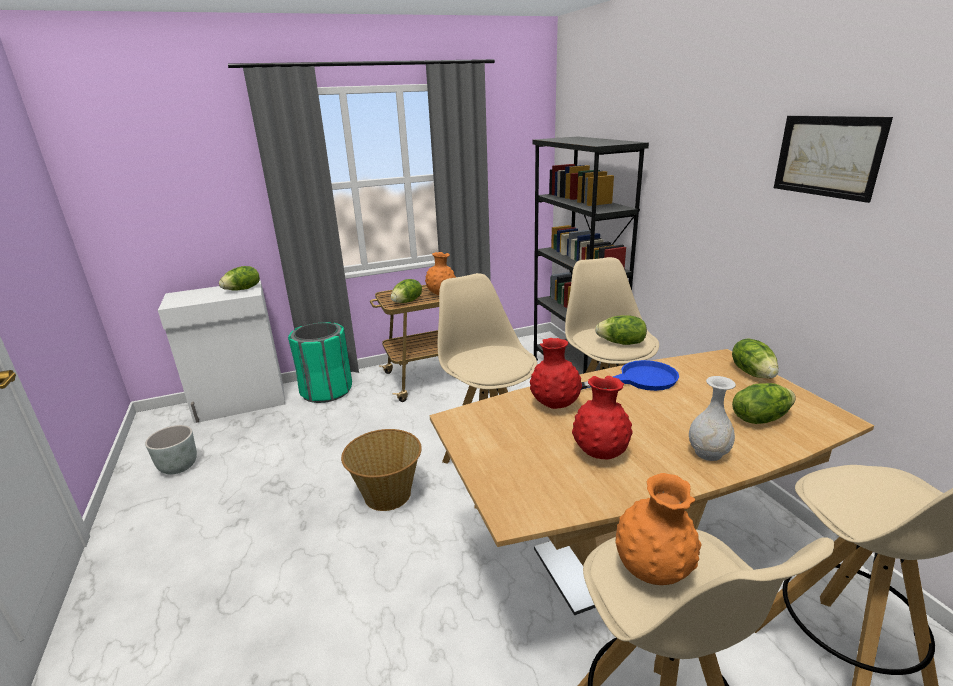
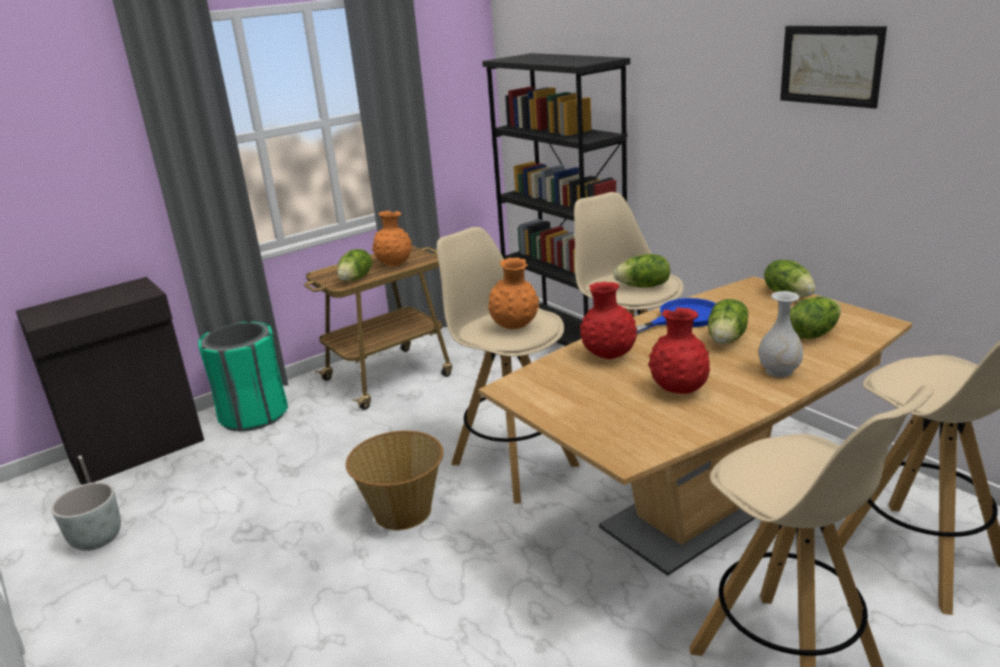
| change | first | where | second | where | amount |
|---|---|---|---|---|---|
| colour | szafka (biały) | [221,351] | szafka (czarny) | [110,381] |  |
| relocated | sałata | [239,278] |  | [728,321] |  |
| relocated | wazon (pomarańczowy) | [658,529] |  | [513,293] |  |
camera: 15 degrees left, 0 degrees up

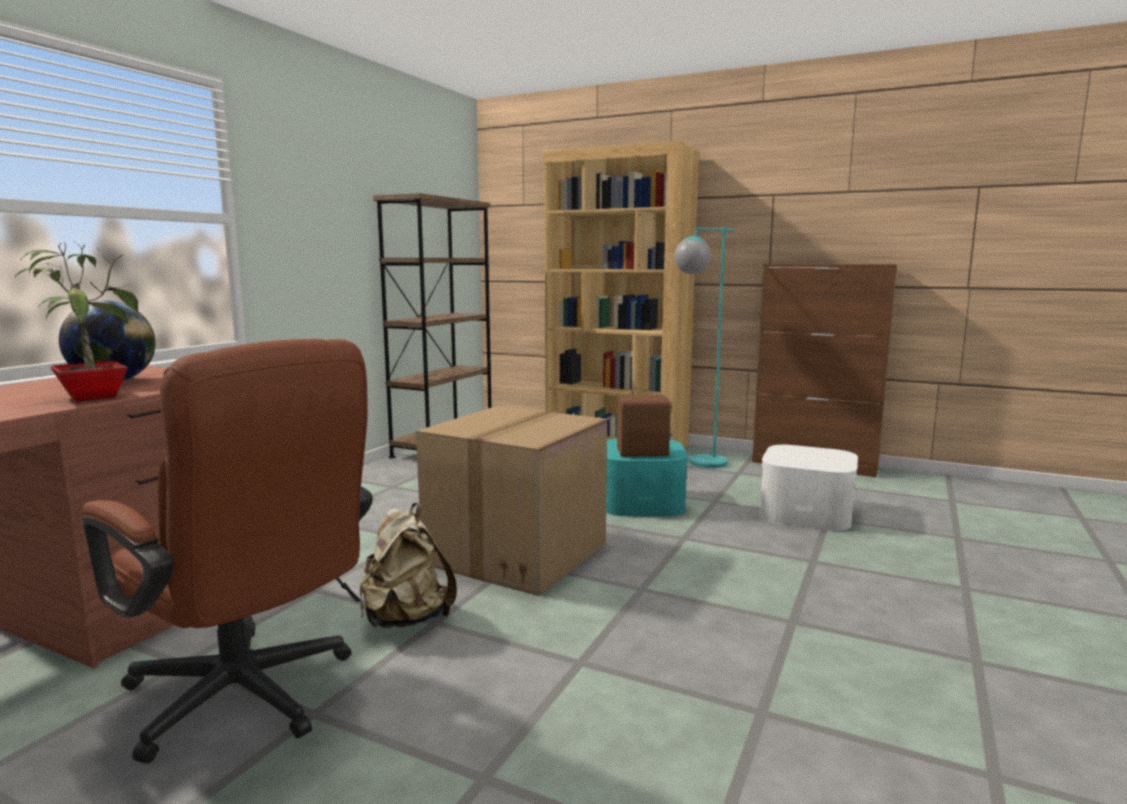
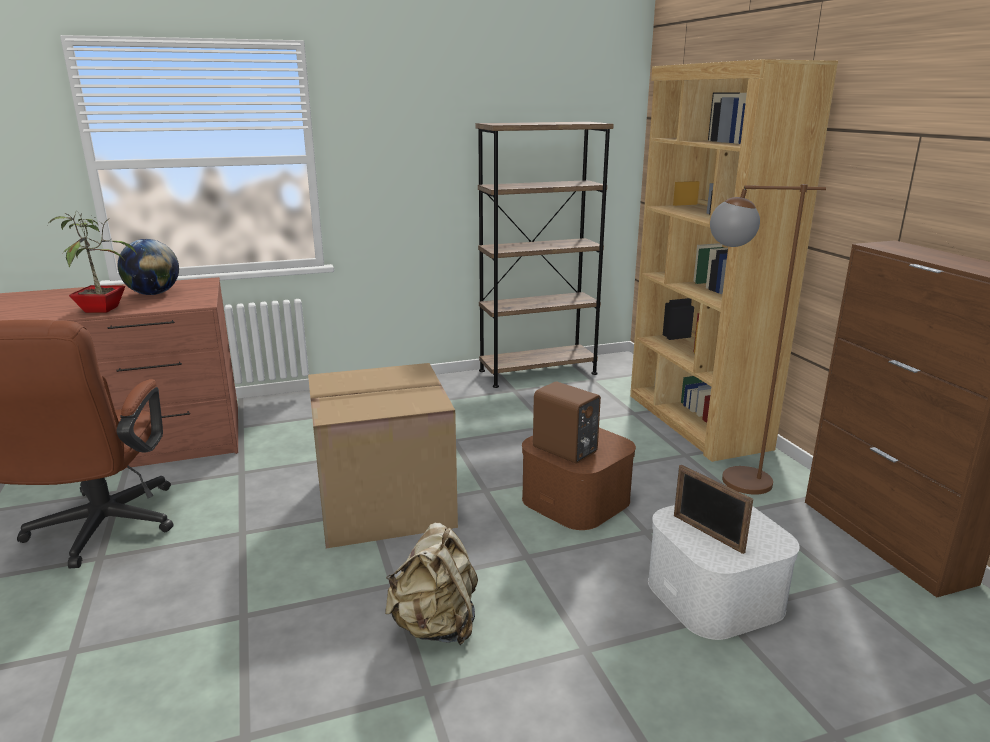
| change | first | where | second | where | amount |
|---|---|---|---|---|---|
| relocated | plecak (beżowy) | [408,565] |  | [431,584] |  |
| colour | pojemnik do przechowywania (turkusowy) | [647,477] | pojemnik do przechowywania (brązowy) | [579,479] |  |
| colour | lampa stojąca (turkusowy) | [704,347] | lampa stojąca (brązowy) | [768,339] |  |
| appeared |  |  | ramka na zdjęcie | [713,509] |  |
camera: 45 degrees right, 10 degrees up

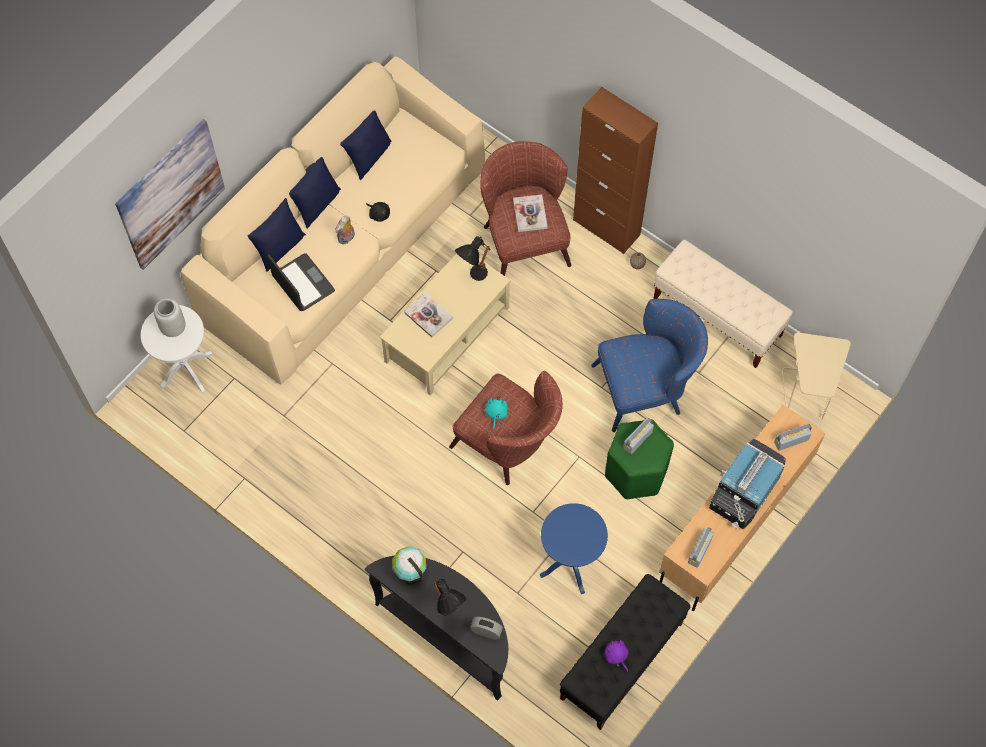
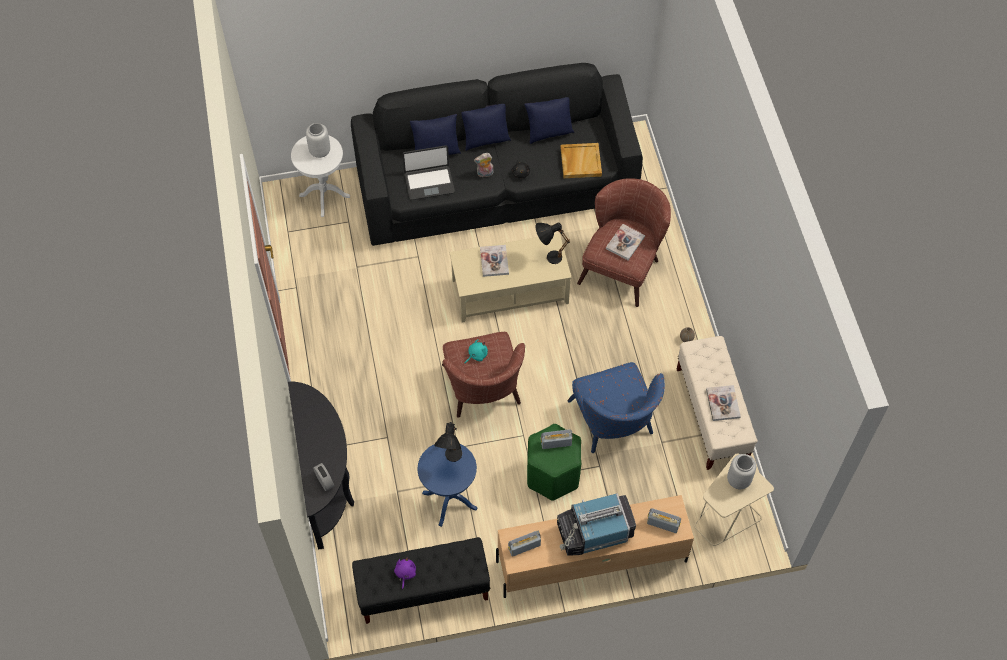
| change | first | where | second | where | amount |
|---|---|---|---|---|---|
| missing | obraz | [170,194] |  |  |  |
| colour | kanapa (beżowy) | [333,221] | kanapa (czarny) | [497,154] |  |
| spun | laptop | [301,282] |  | [428,172] | 75 degrees clockwise |
| missing | globus | [409,565] |  |  |  |
| relocated | lampa stołowa (czarny) | [450,597] |  | [448,442] |  |
| missing | szafka (brązowy) | [615,170] |  |  |  |
| spun | fotel (niebieski) | [649,365] |  | [616,407] | 45 degrees clockwise |
| appeared |  |  | taca (beżowy) | [581,160] |  |
| appeared |  |  | książka | [723,403] |  |
| appeared |  |  | wazon (szary) | [741,471] |  |
camera: 40 degrees right, 5 degrees down

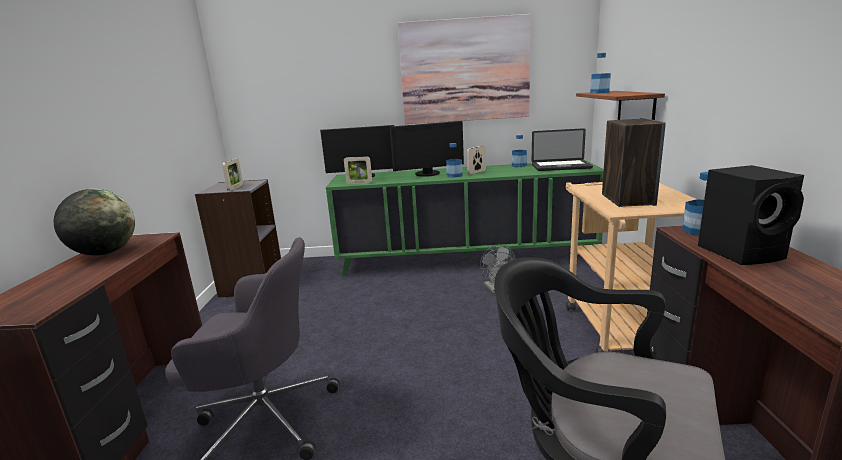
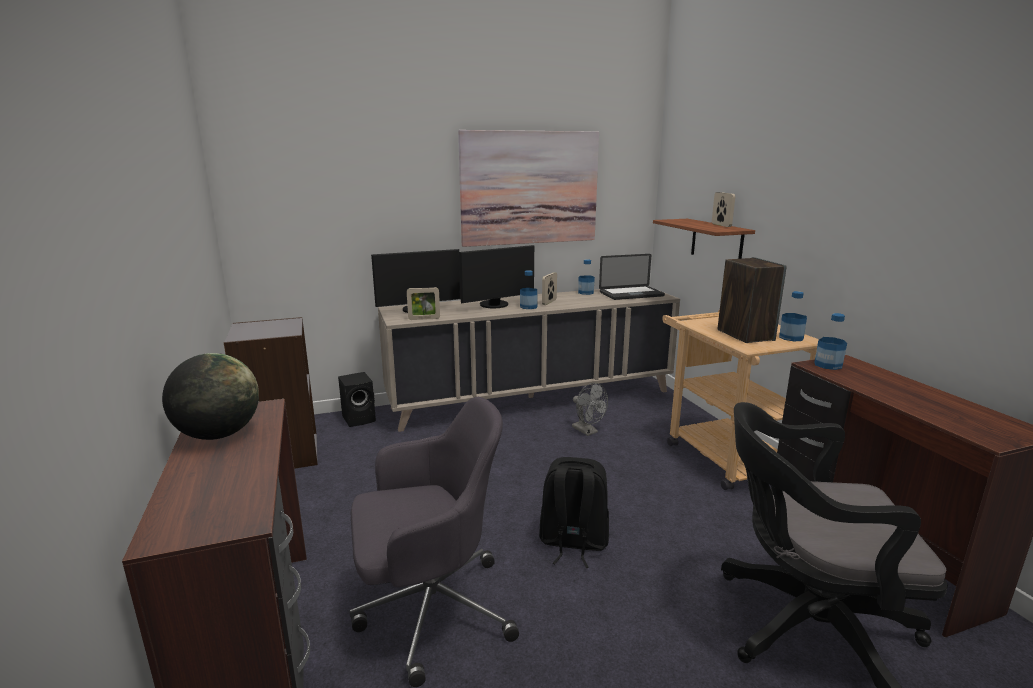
| change | first | where | second | where | amount |
|---|---|---|---|---|---|
| relocated | ramka na zdjęcie | [232,174] |  | [723,209] |  |
| colour | szafka (zielony) | [465,218] | szafka (beżowy) | [529,360] |  |
| relocated | butelka | [600,73] |  | [793,316] |  |
| relocated | głośnik (czarny) | [751,215] |  | [357,399] |  |
| appeared |  |  | plecak (czarny) | [574,512] |  |
camera: 20 degrees left, 0 degrees up

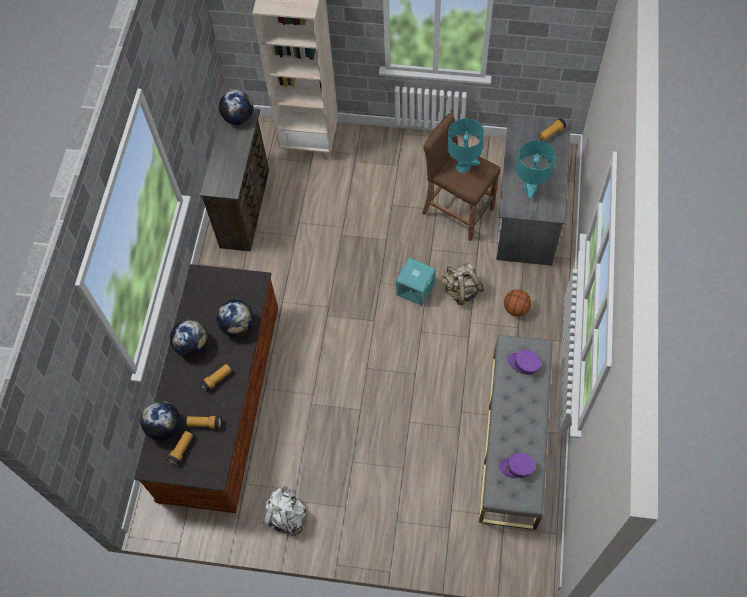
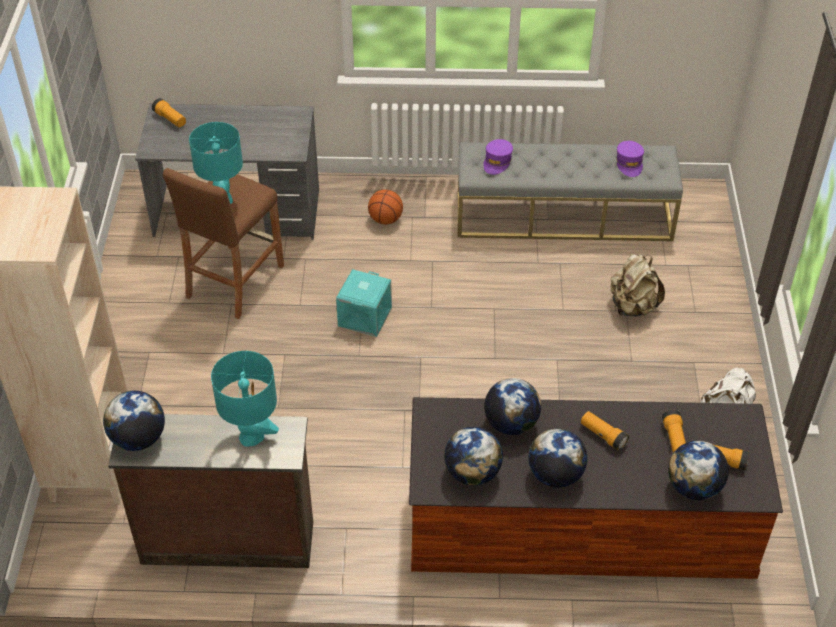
| change | first | where | second | where | amount |
|---|---|---|---|---|---|
| relocated | plecak (beżowy) | [463,284] |  | [638,285] |  |
| relocated | lampa stołowa (turkusowy) | [536,169] |  | [245,399] |  |
| appeared |  |  | globus | [473,455] |  |
camera: 100 degrees left, 15 degrees down

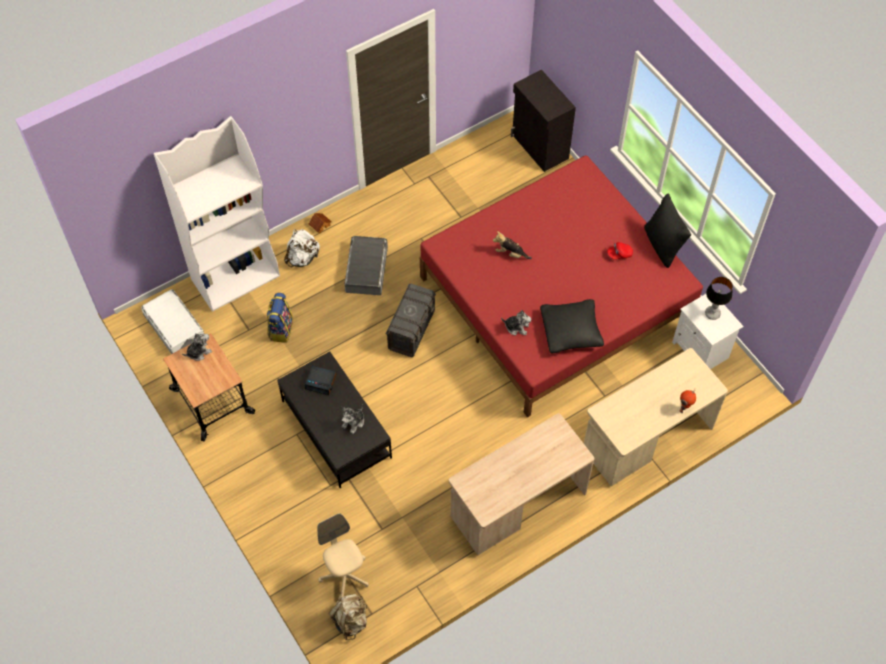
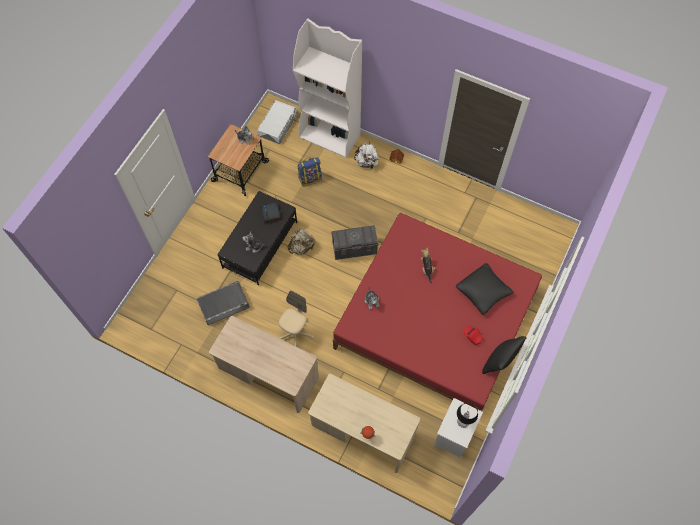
| change | first | where | second | where | amount |
|---|---|---|---|---|---|
| relocated | krzesło biurowe (beżowy) | [343,556] |  | [296,318] |  |
| relocated | plecak (beżowy) | [348,617] |  | [301,241] |  |
| relocated | pojemnik do przechowywania (szary) | [366,265] |  | [223,303] |  |
| missing | szafka (czarny) | [543,120] |  |  |  |
| relocated | poduszka (czarny) | [572,326] |  | [484,289] |  |
camera: 60 degrees right, 5 degrees up

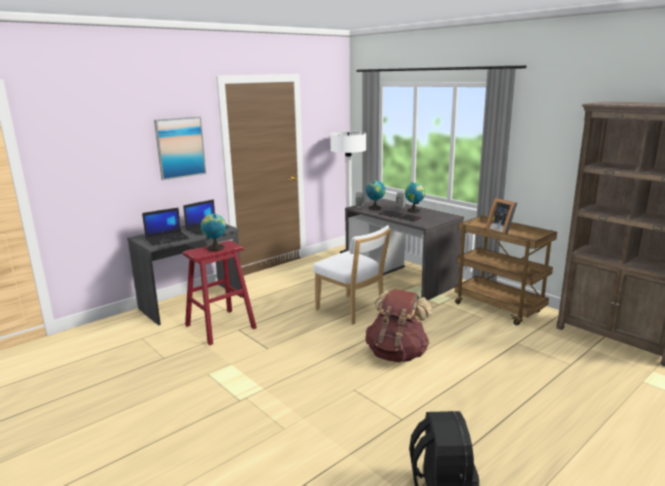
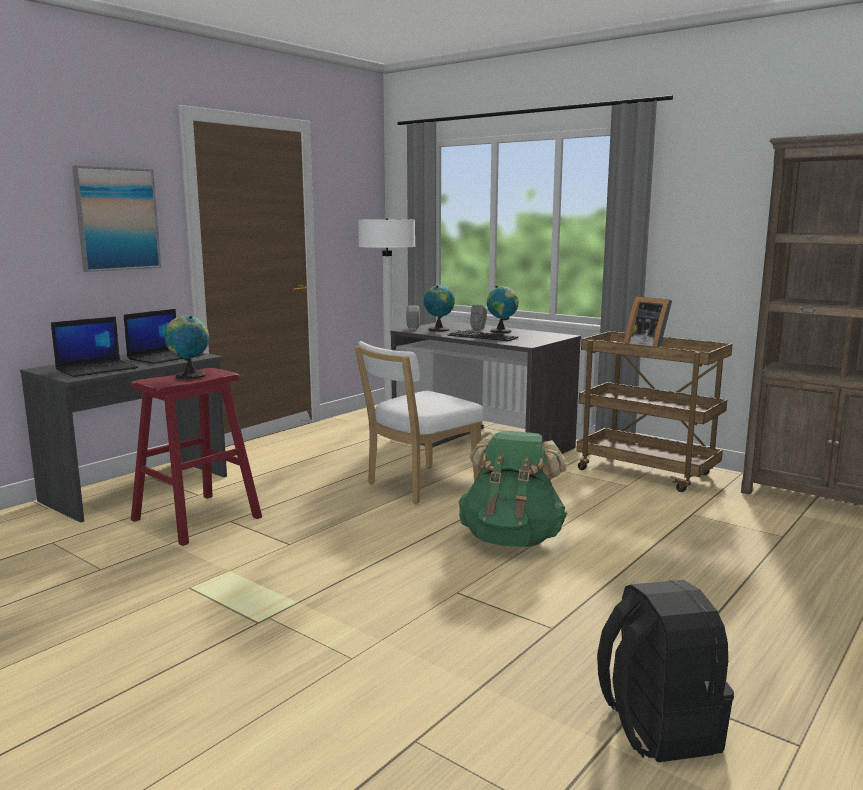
| change | first | where | second | where | amount |
|---|---|---|---|---|---|
| spun | krzesło (biały) | [352,274] |  | [419,422] | 105 degrees clockwise |
| colour | plecak (brązowy) | [399,325] | plecak (zielony) | [512,488] |  |
camera: 10 degrees left, 5 degrees down

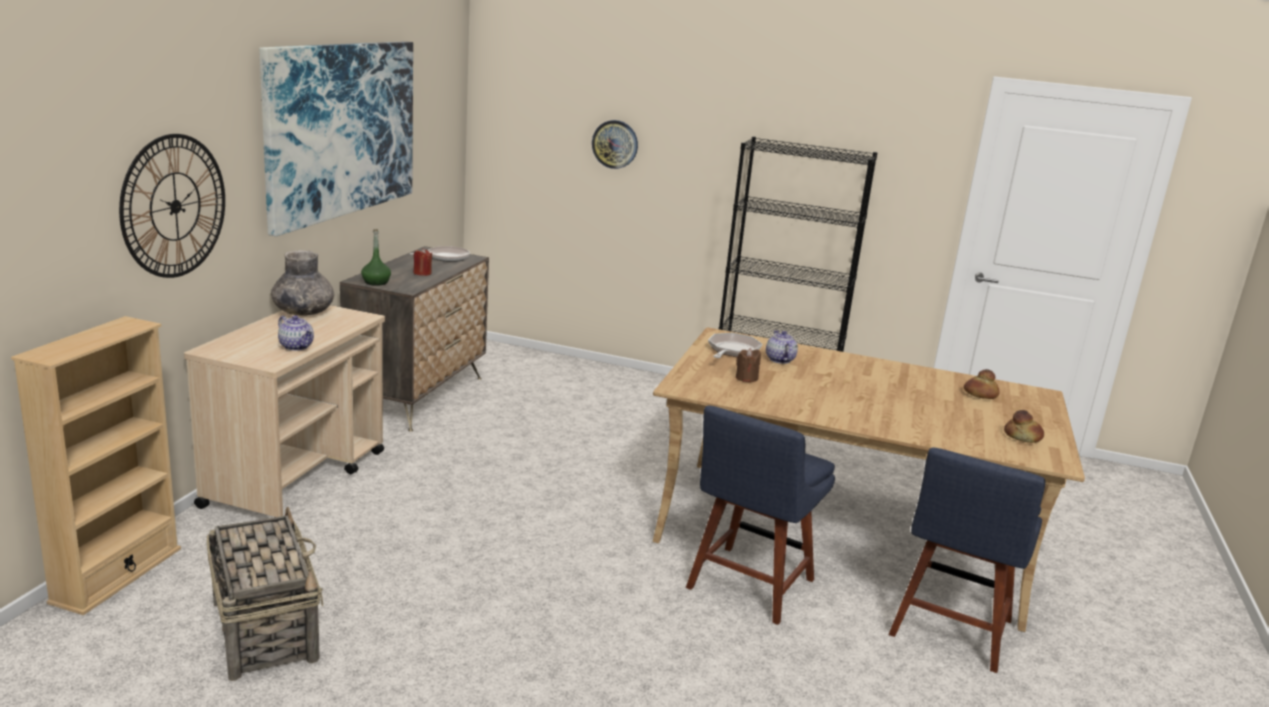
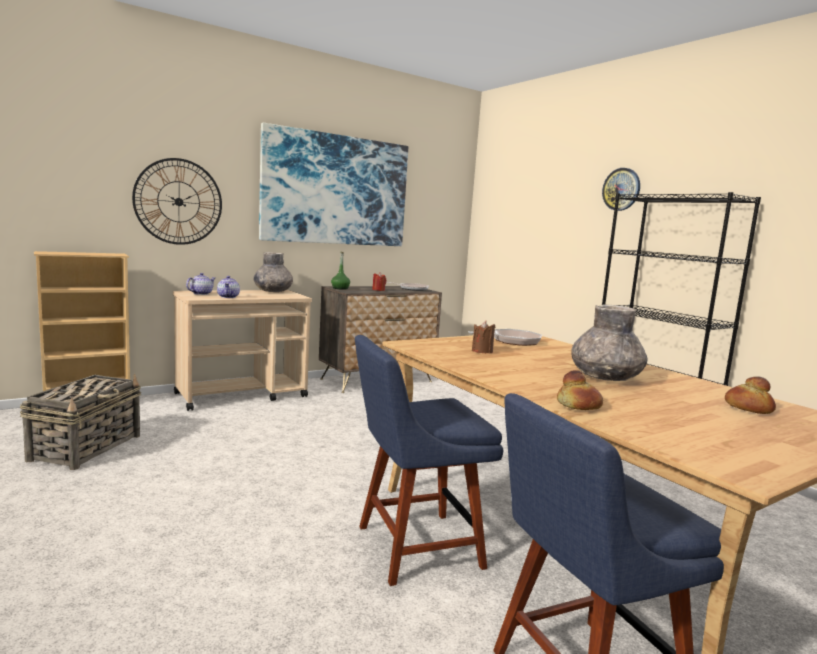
| change | first | where | second | where | amount |
|---|---|---|---|---|---|
| relocated | zegar ścienny | [615,144] |  | [621,189] |  |
| relocated | imbryk | [782,347] |  | [200,284] |  |
| relocated | chleb | [1024,426] |  | [580,390] |  |
| appeared |  |  | wazon (szary) | [609,343] |  |
camera: 40 degrees right, 10 degrees down

